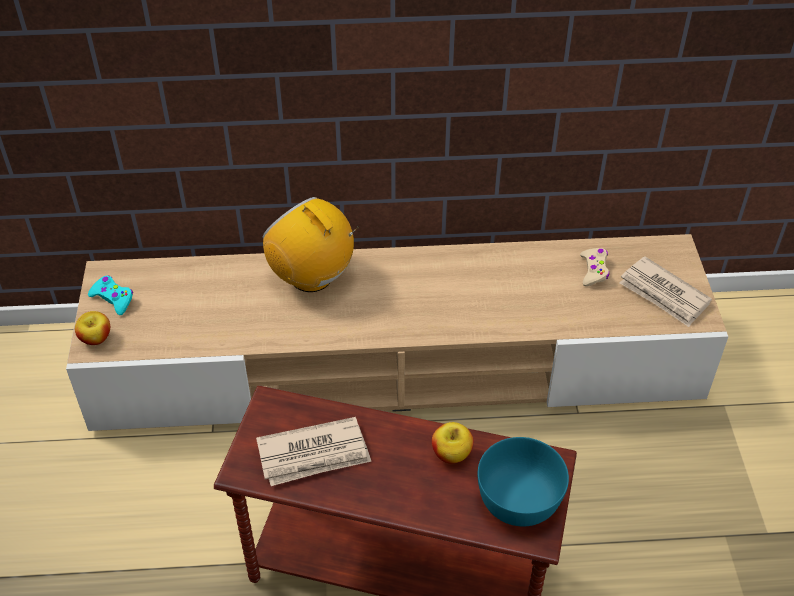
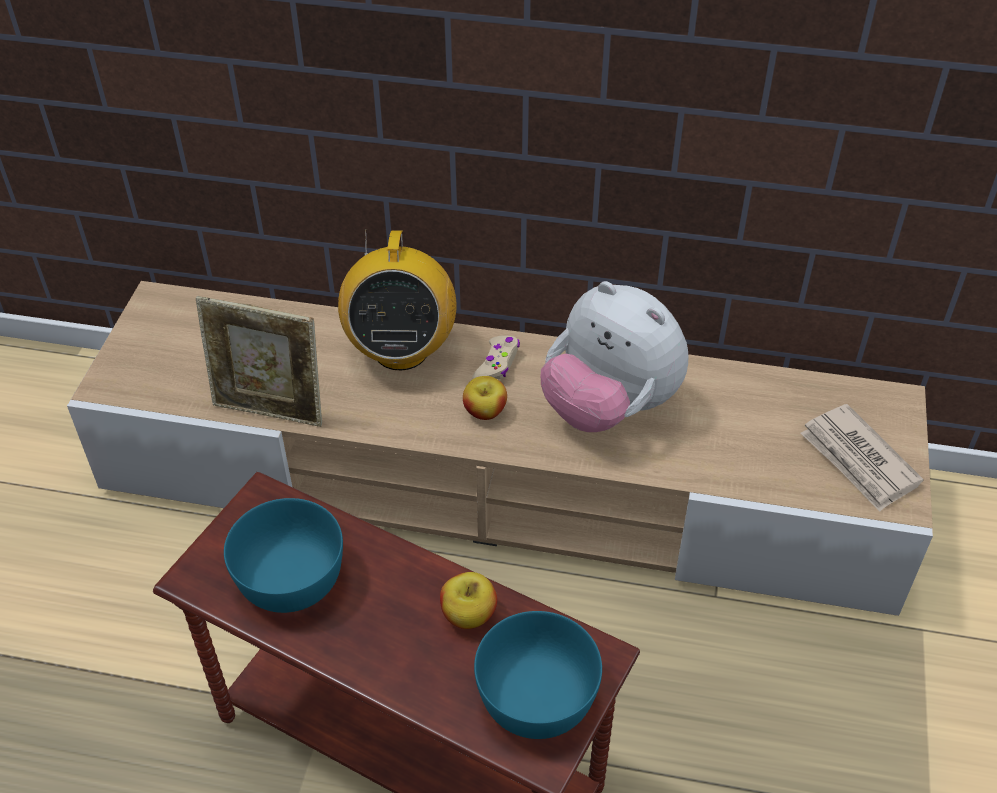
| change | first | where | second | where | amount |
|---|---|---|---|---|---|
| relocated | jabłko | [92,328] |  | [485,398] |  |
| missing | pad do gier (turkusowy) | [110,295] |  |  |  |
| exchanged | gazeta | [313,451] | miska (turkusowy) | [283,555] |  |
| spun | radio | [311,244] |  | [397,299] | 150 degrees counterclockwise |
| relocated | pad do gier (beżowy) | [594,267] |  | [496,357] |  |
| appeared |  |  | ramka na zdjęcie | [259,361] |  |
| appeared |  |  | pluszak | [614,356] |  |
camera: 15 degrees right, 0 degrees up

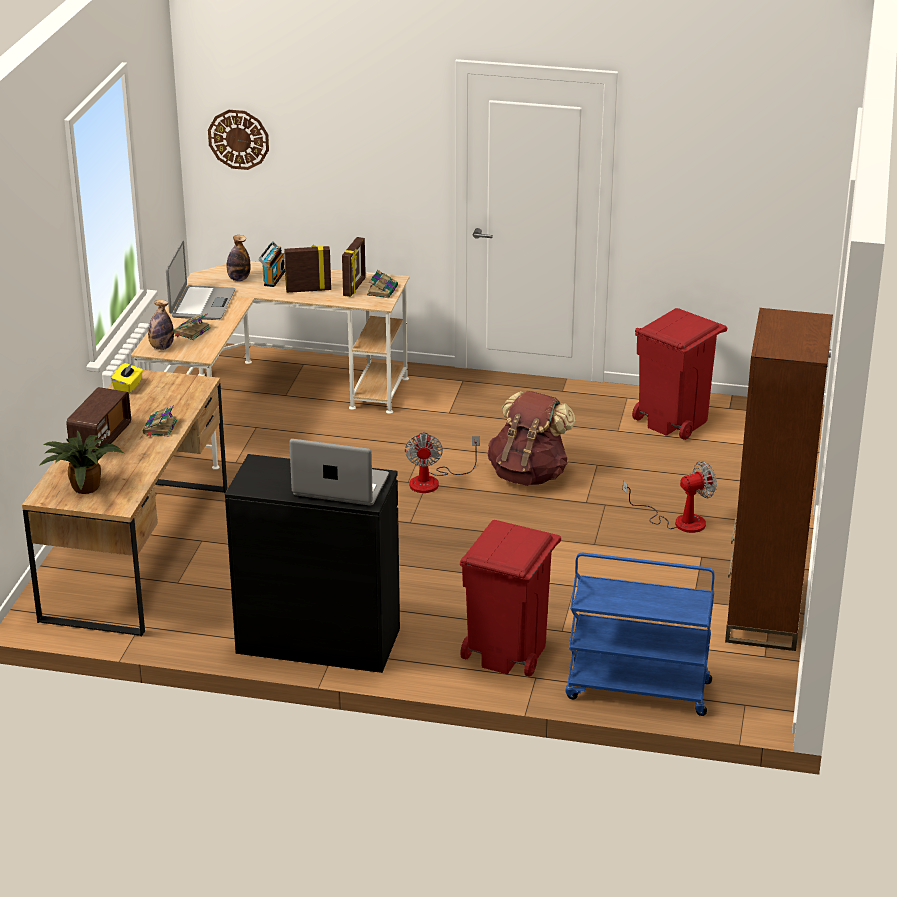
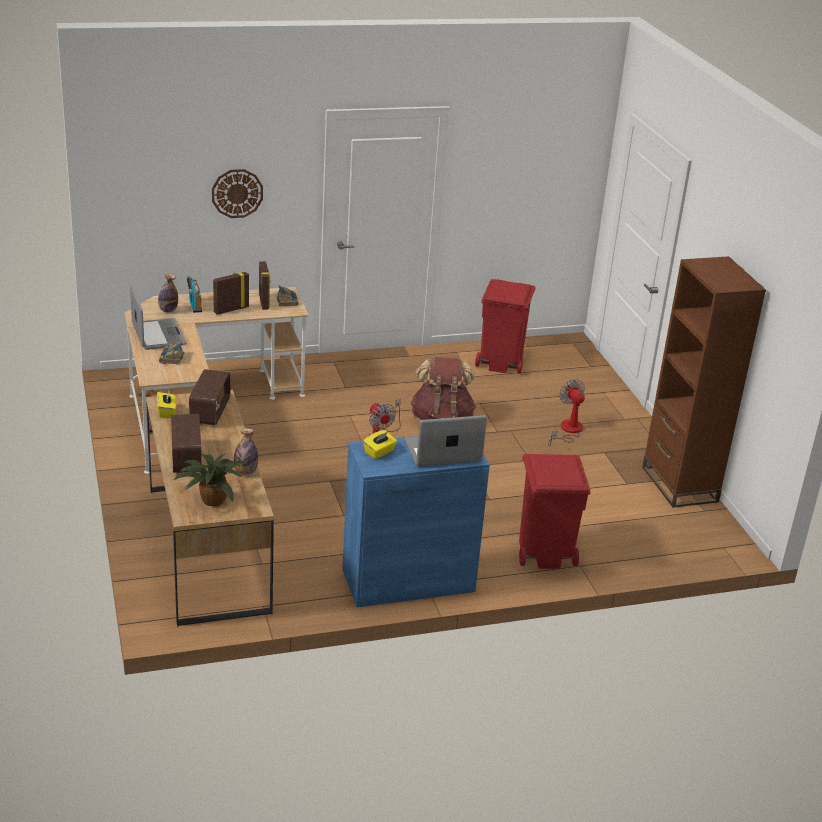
| change | first | where | second | where | amount |
|---|---|---|---|---|---|
| missing | książka | [160,421] |  |  |  |
| relocated | butelka | [161,325] |  | [246,451] |  |
| relocated | zegar ścienny | [238,140] |  | [237,193] |  |
| colour | szafka (czarny) | [312,563] | szafka (niebieski) | [416,521] |  |
| missing | wózek (niebieski) | [640,634] |  |  |  |
| spun | wentylator | [670,497] |  | [566,412] | 60 degrees counterclockwise |
| appeared |  |  | radio | [209,397] |  |
| appeared |  |  | pudełko chusteczek (żółty) | [380,444] |  |
camera: 30 degrees left, 0 degrees up

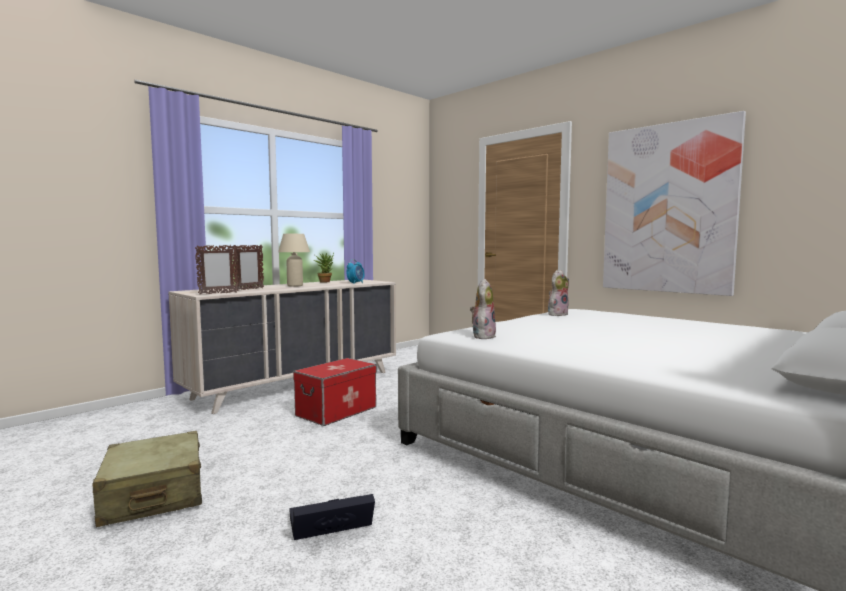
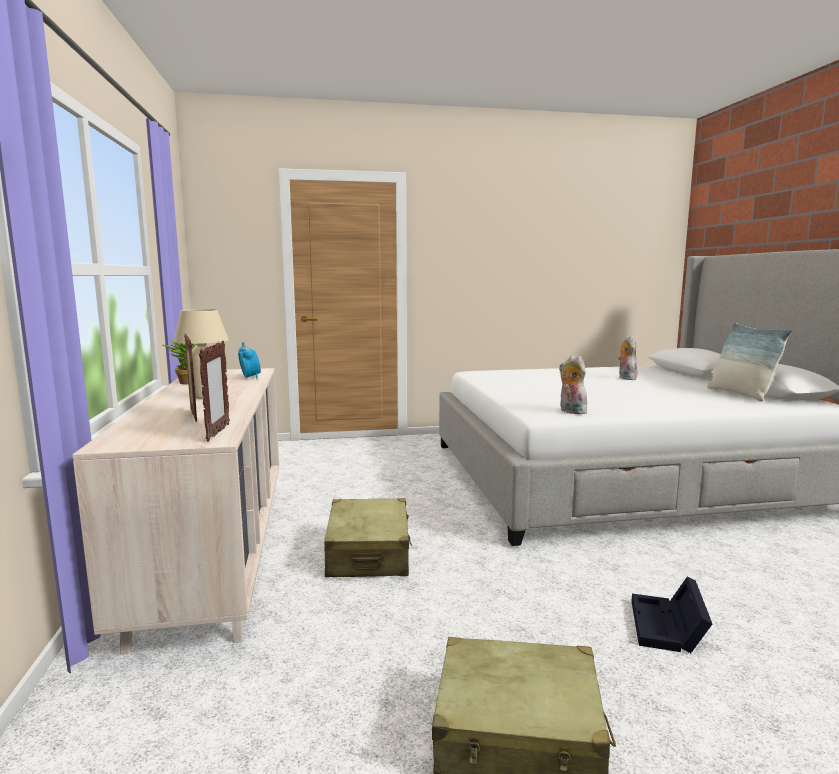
| change | first | where | second | where | amount |
|---|---|---|---|---|---|
| exchanged | pojemnik do przechowywania | [335,392] | walizka (beżowy) | [368,537] |  |
| relocated | pluszak | [558,293] |  | [627,357] |  |
| missing | obraz | [674,203] |  |  |  |
| appeared |  |  | poduszka | [749,361] |  |
camera: 55 degrees left, 5 degrees up

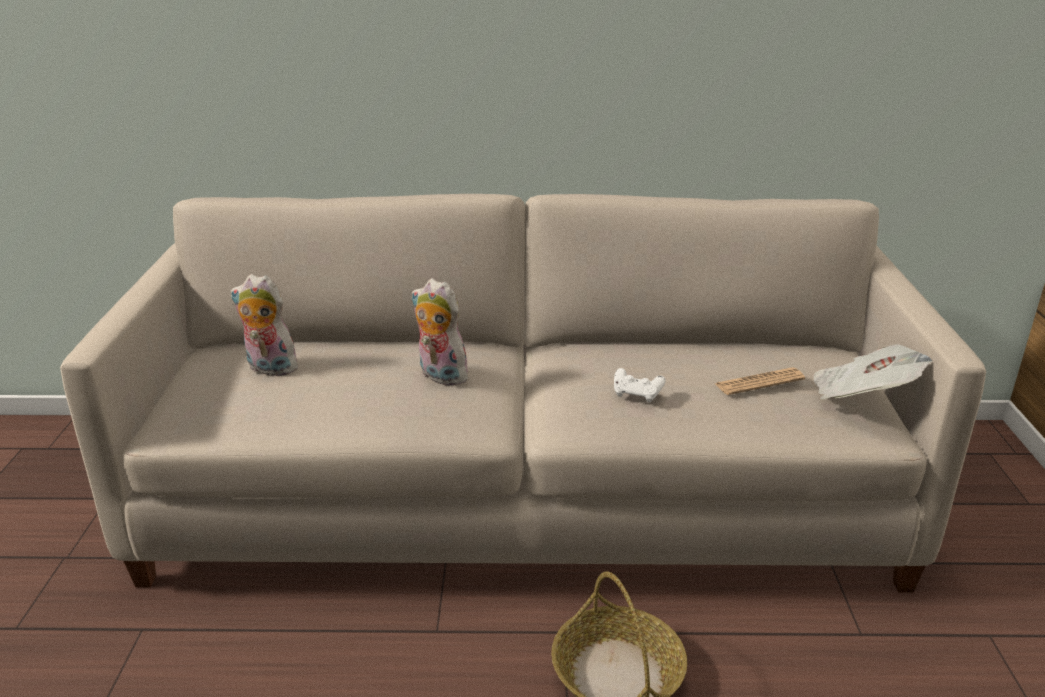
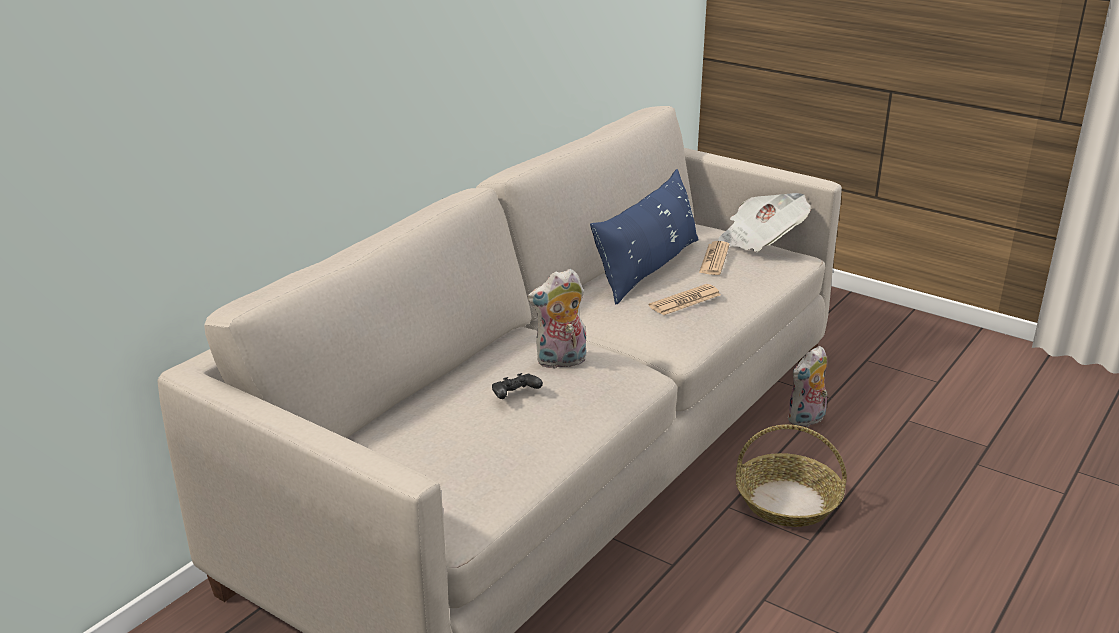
| change | first | where | second | where | amount |
|---|---|---|---|---|---|
| relocated | pluszak | [266,325] |  | [807,386] |  |
| exchanged | pad do gier (biały) | [640,385] | gazeta | [685,299] |  |
| appeared |  |  | pad do gier (czarny) | [517,386] |  |
| appeared |  |  | poduszka (niebieski) | [644,236] |  |
camera: 55 degrees left, 0 degrees up

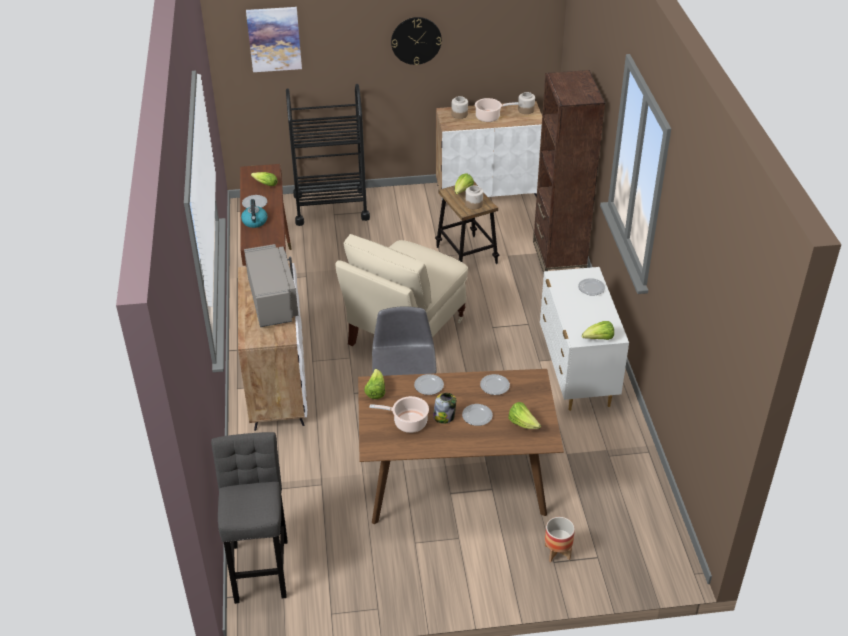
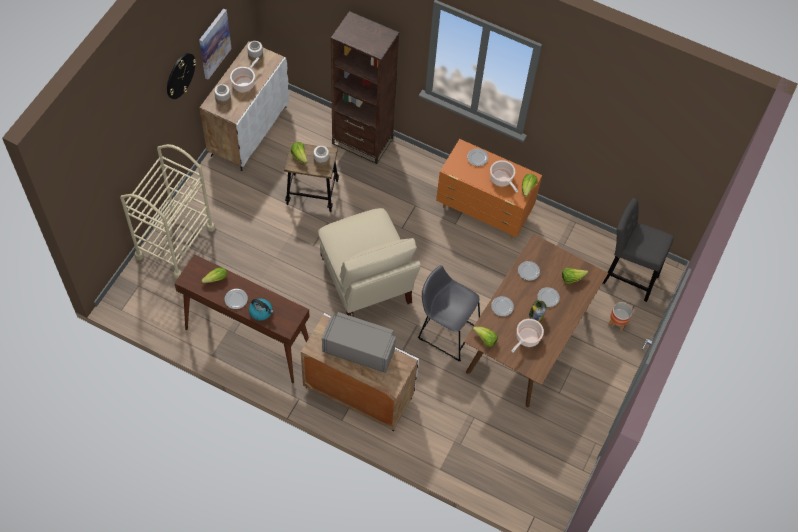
| change | first | where | second | where | amount |
|---|---|---|---|---|---|
| relocated | stołek (szary) | [249,518] |  | [638,250] |  |
| relocated | obraz | [274,39] |  | [215,44] |  |
| colour | wózek (czarny) | [328,155] | wózek (beżowy) | [167,211] |  |
| colour | komoda (biały) | [584,339] | komoda (pomarańczowy) | [489,189] |  |
| appeared |  |  | garnek | [504,176] |  |
camera: 60 degrees left, 20 degrees up

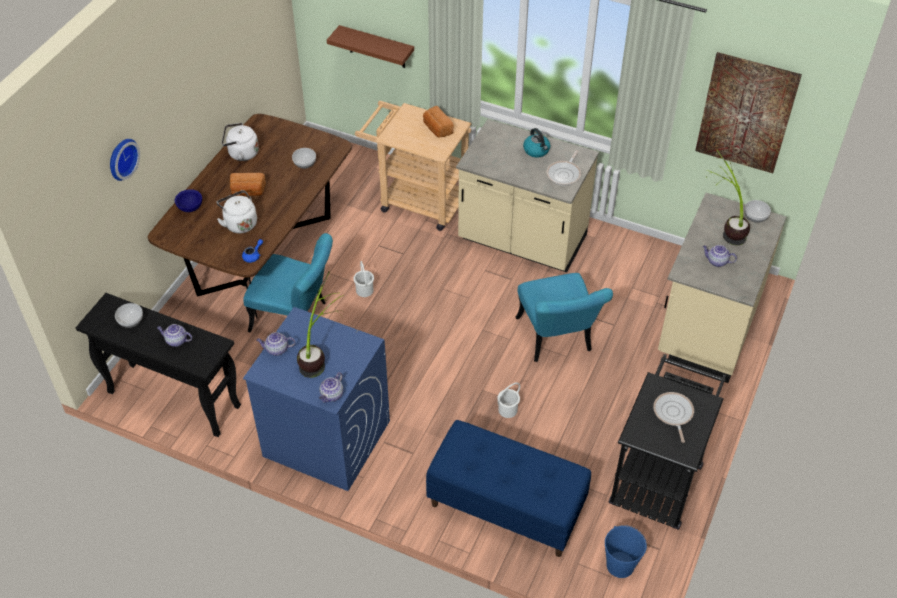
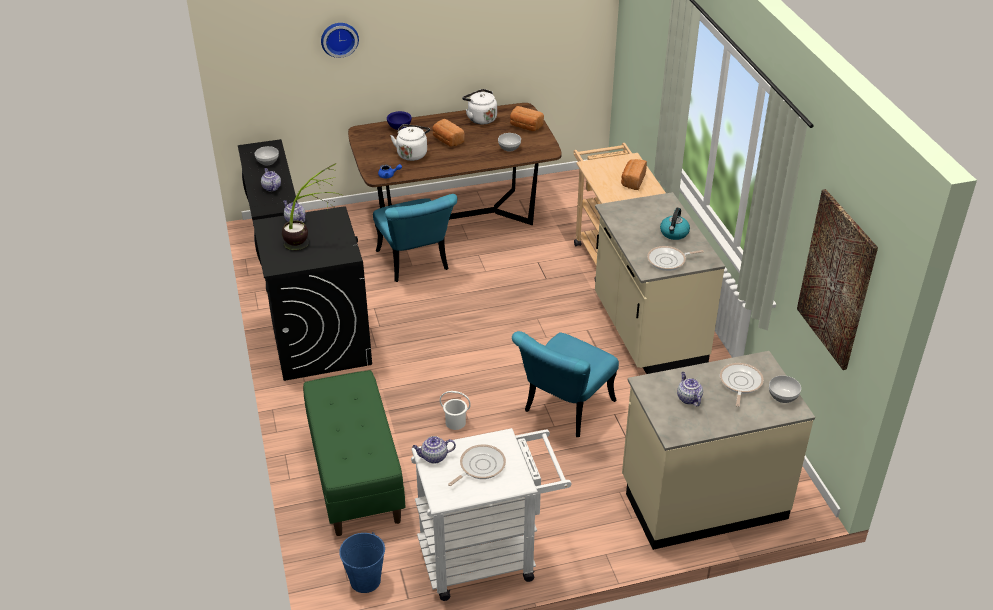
| change | first | where | second | where | amount |
|---|---|---|---|---|---|
| colour | pralka (niebieski) | [316,399] | pralka (czarny) | [312,293] |  |
| relocated | imbryk | [331,387] |  | [434,450] |  |
| missing | półka (brązowy) | [370,46] |  |  |  |
| missing | wiadro (biały) | [363,279] |  |  |  |
| colour | ławka (niebieski) | [508,488] | ławka (zielony) | [354,453] |  |
| colour | wózek (czarny) | [667,442] | wózek (biały) | [491,514] |  |
| exchanged | roślina doniczkowa | [728,197] | patelnia | [742,385] |  |
| appeared |  |  | chleb | [527,118] |  |
camera: 50 degrees right, 10 degrees down

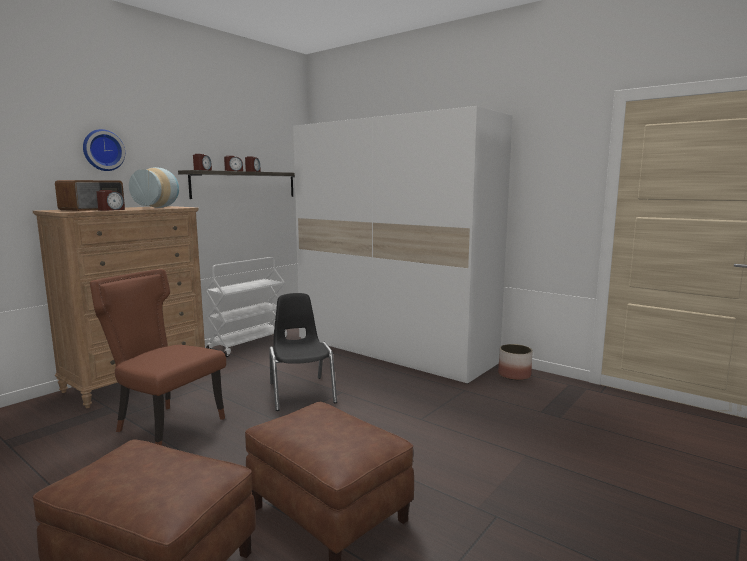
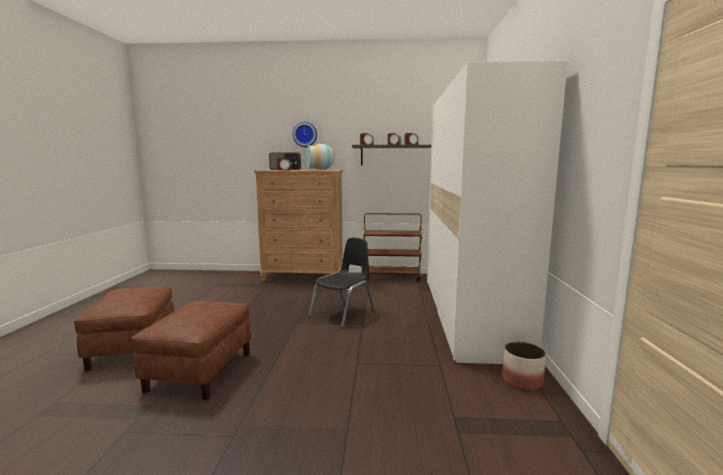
| change | first | where | second | where | amount |
|---|---|---|---|---|---|
| missing | krzesło (brązowy) | [158,357] |  |  |  |
| colour | wózek (biały) | [246,307] | wózek (brązowy) | [393,247] |  |
camera: 55 degrees right, 0 degrees up

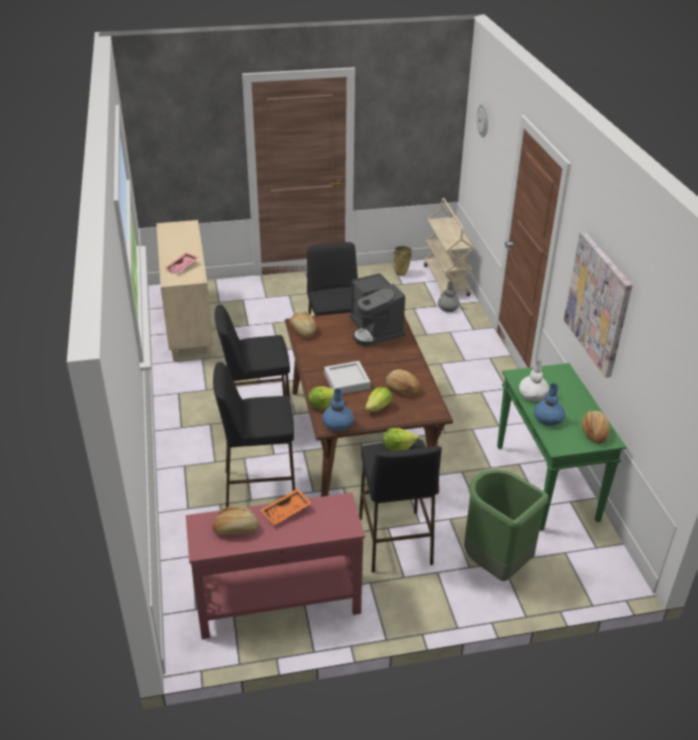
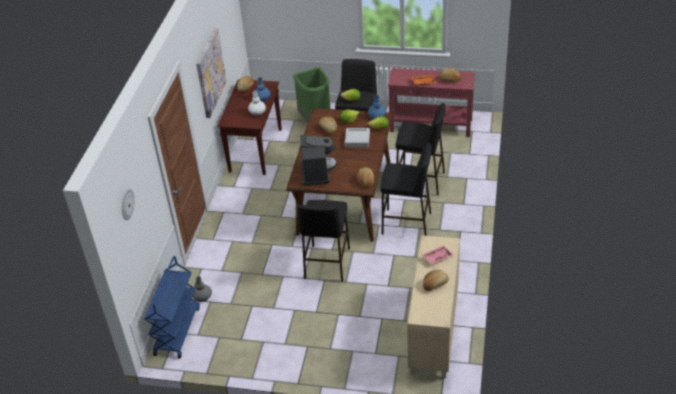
| change | first | where | second | where | amount |
|---|---|---|---|---|---|
| missing | wazon (beżowy) | [403,261] |  |  |  |
| colour | wózek (beżowy) | [449,247] | wózek (niebieski) | [172,307] |  |
| colour | stolik konsolowy (zielony) | [561,447] | stolik konsolowy (brązowy) | [249,127] |  |
| appeared |  |  | chleb | [436,280] |  |
camera: 155 degrees left, 5 degrees up

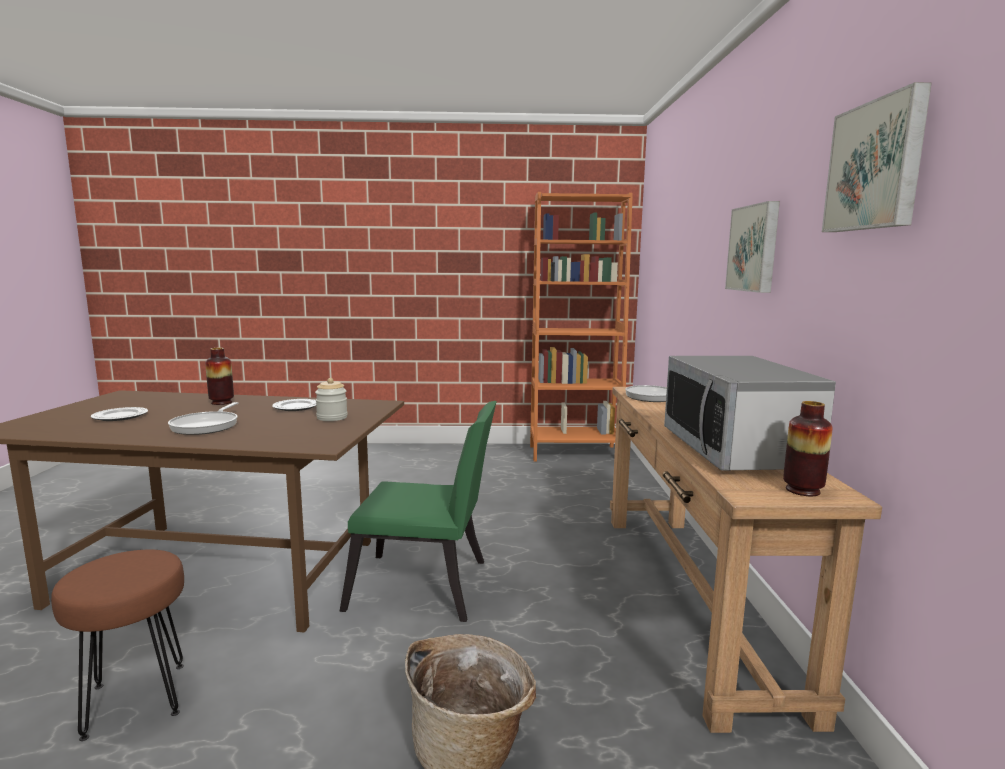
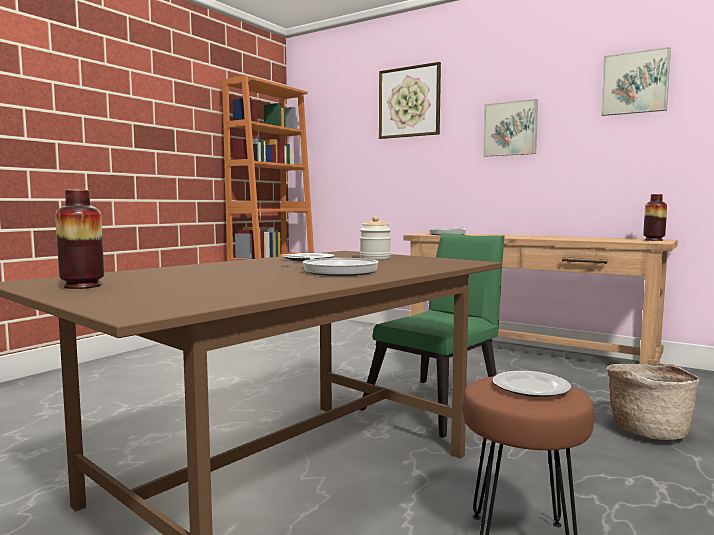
| change | first | where | second | where | amount |
|---|---|---|---|---|---|
| relocated | talerz | [119,414] |  | [531,384] |  |
| relocated | wazon | [219,376] |  | [79,239] |  |
| missing | mikrofalówka | [750,413] |  |  |  |
| appeared |  |  | obraz | [410,100] |  |
camera: 55 degrees left, 5 degrees down

